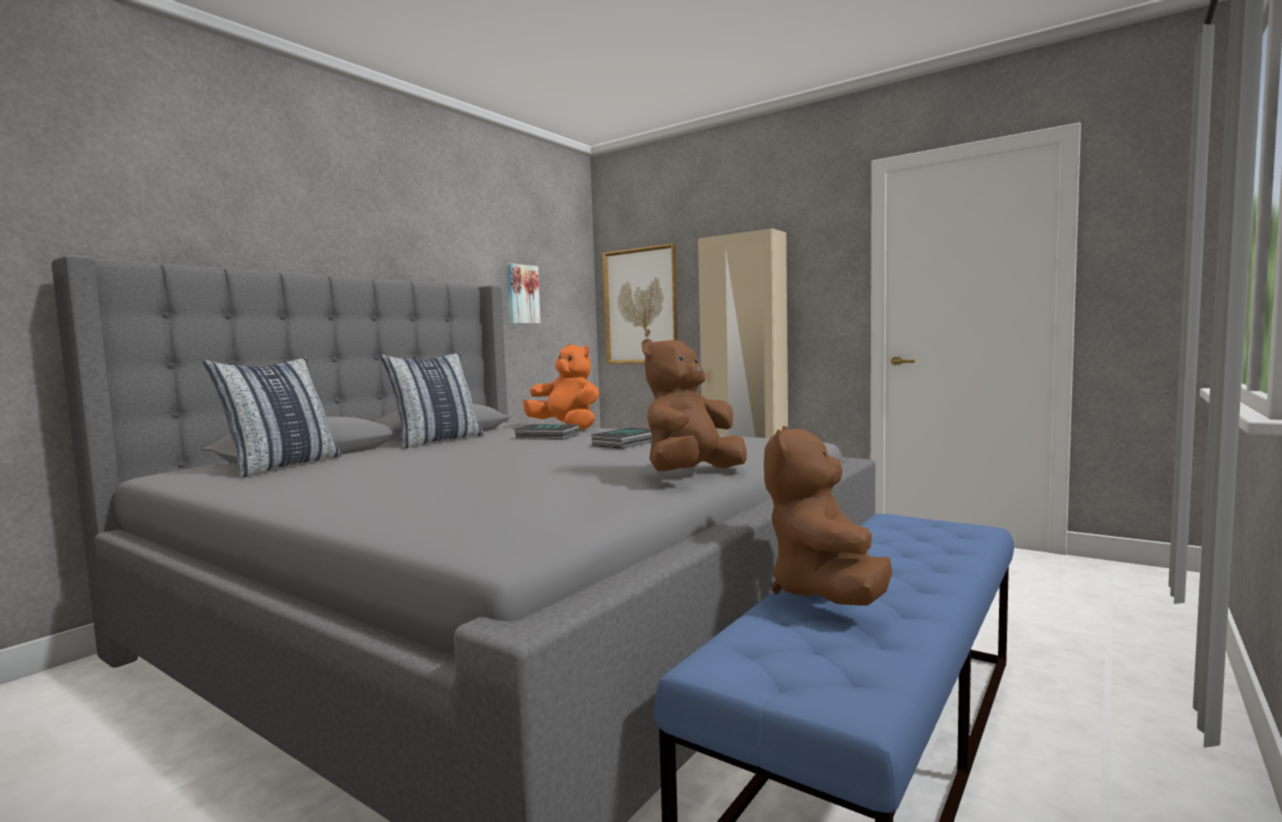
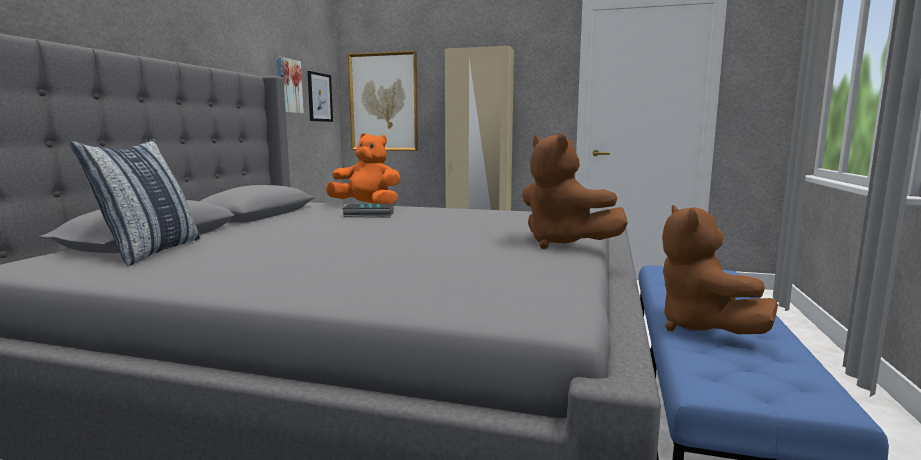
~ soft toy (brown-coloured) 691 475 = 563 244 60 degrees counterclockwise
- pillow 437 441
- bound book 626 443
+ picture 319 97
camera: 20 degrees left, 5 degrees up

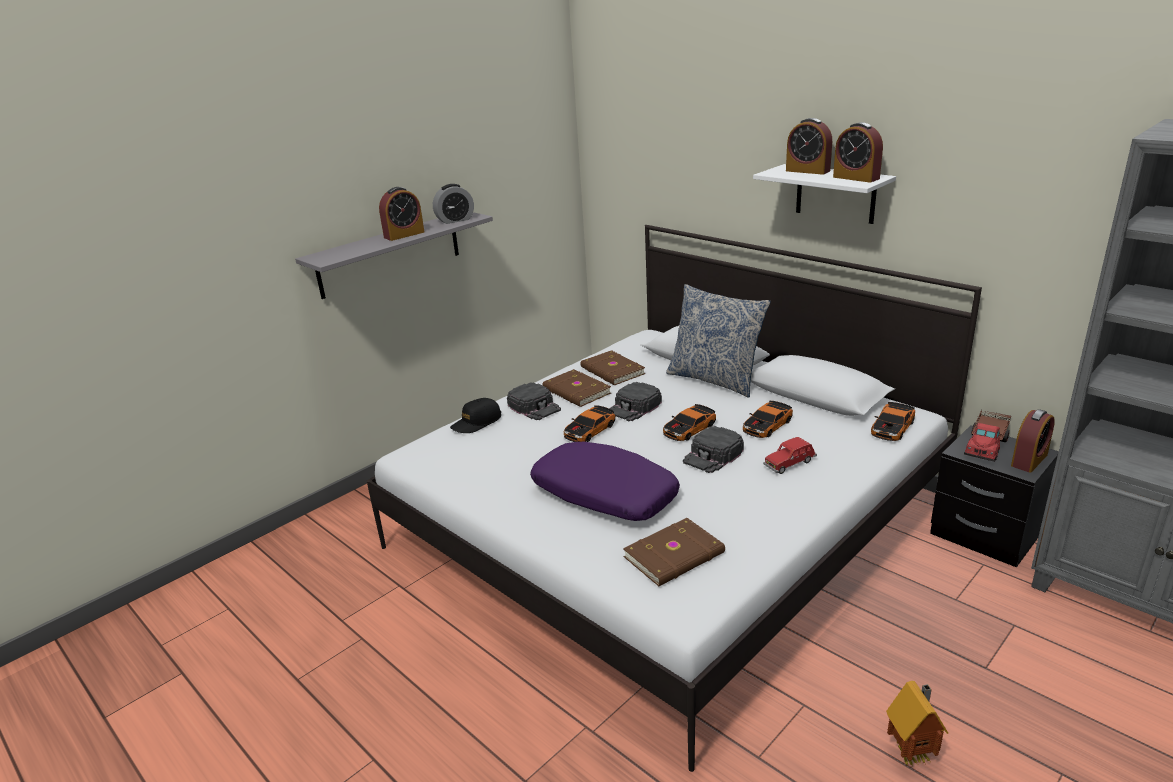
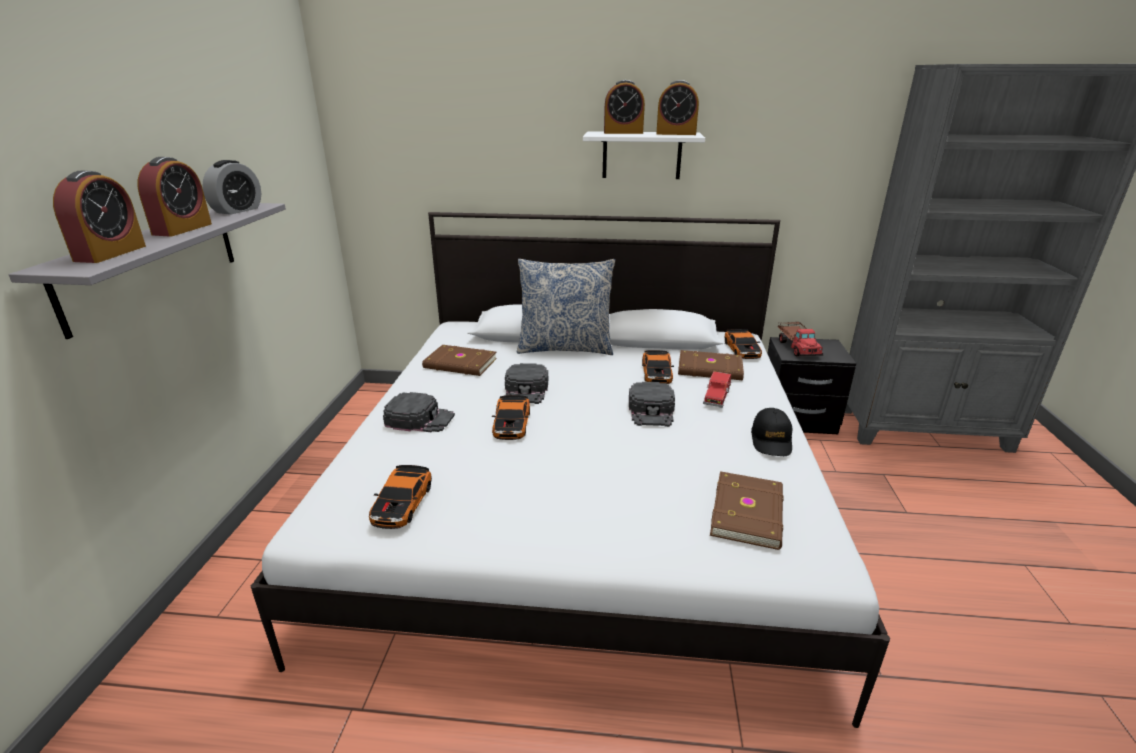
~ bound book (brown-coloured) 576 391 to 710 369
~ baseball cap (blackish) 476 422 to 771 440
~ model car 689 429 to 402 503
~ table clock 1029 460 to 110 253
- pillow (purple) 603 494
- miniature house 912 753
camera: 40 degrees left, 0 degrees up

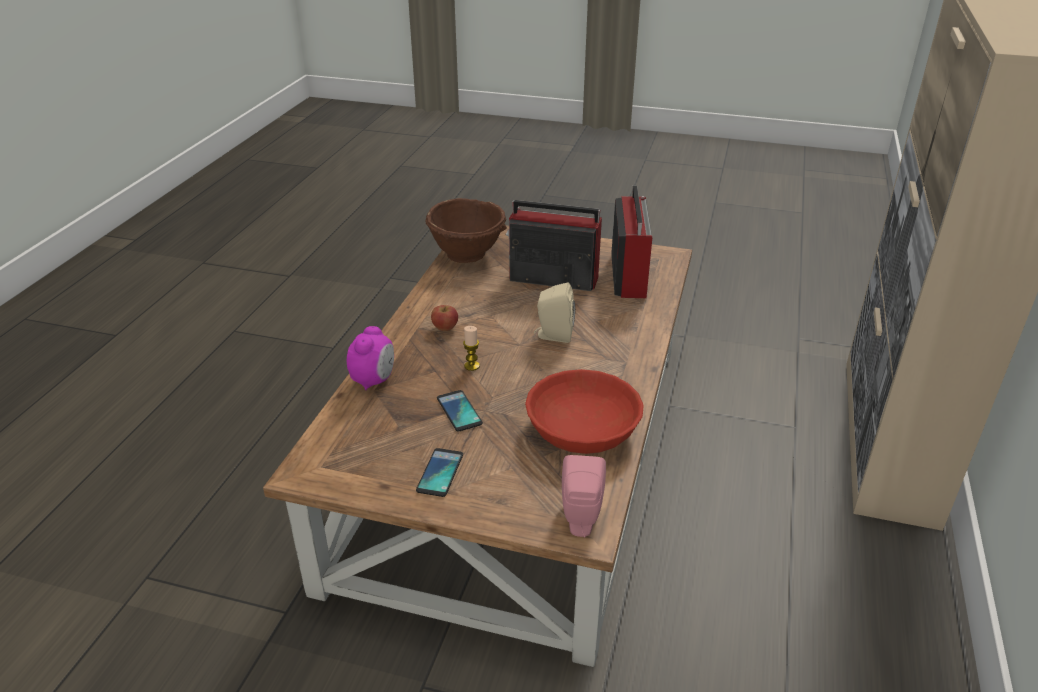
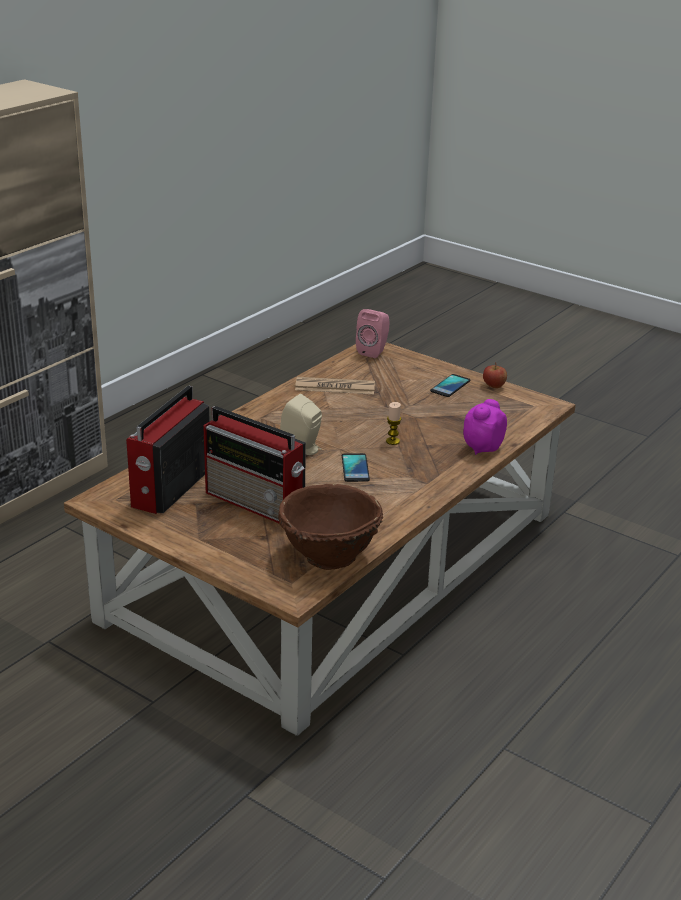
~ apple 445 328 to 494 386
~ deep dish (red) 583 429 to daily paper 335 387
~ handset 459 411 to 355 468
camera: 160 degrees left, 5 degrees down

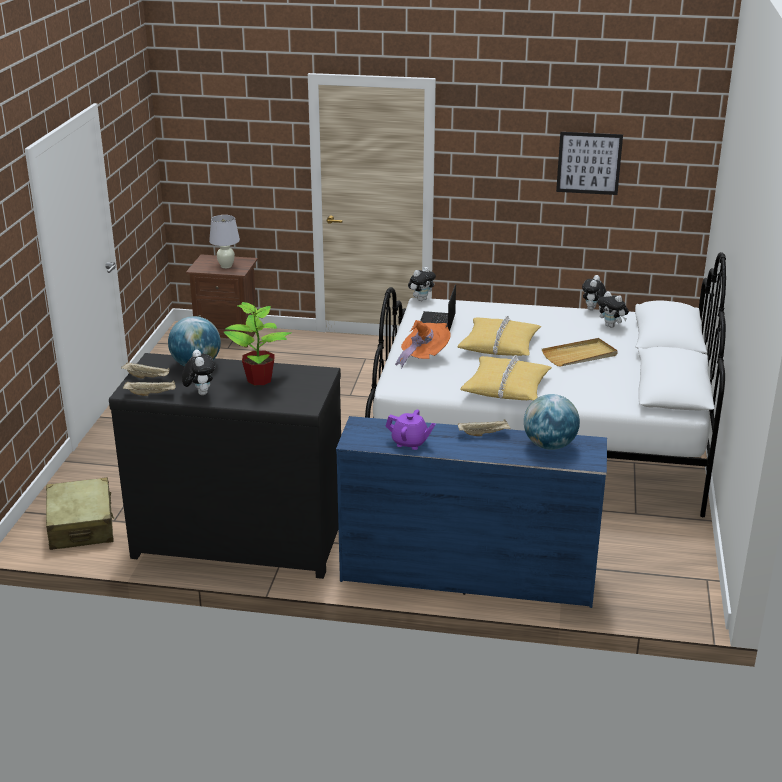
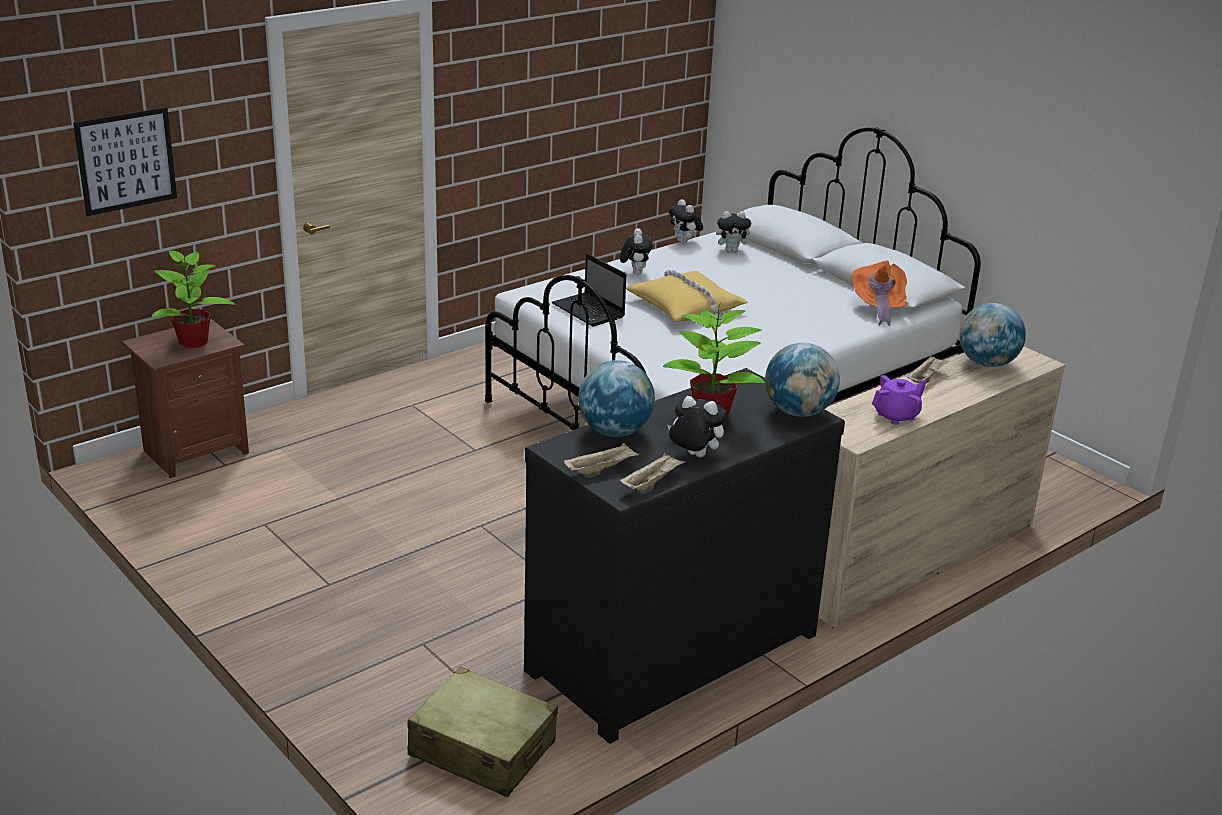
~ picture 589 163 to 126 161
~ lamp for a table (white) 226 266 to plant in a pot 193 342
~ soft toy 421 299 to 635 272
~ wearable hat (orange-coloured) 423 357 to 878 308
- carrying tray (sand-coloured) 580 355
- pillow (yellowish) 506 387
~ drawer chest (bluish) 466 575 to drawer chest (sand-coloured) 907 556
+ globe 798 412
camera: 50 degrees left, 0 degrees up

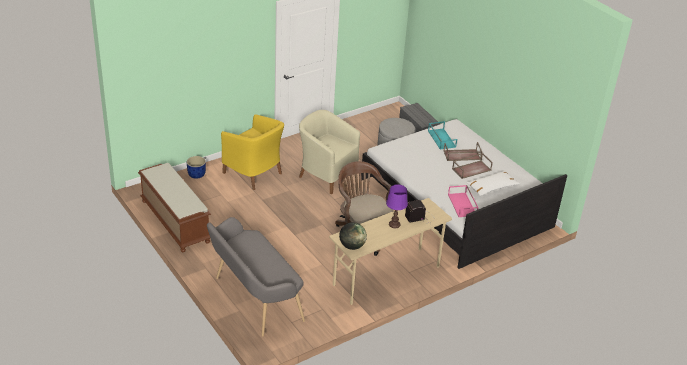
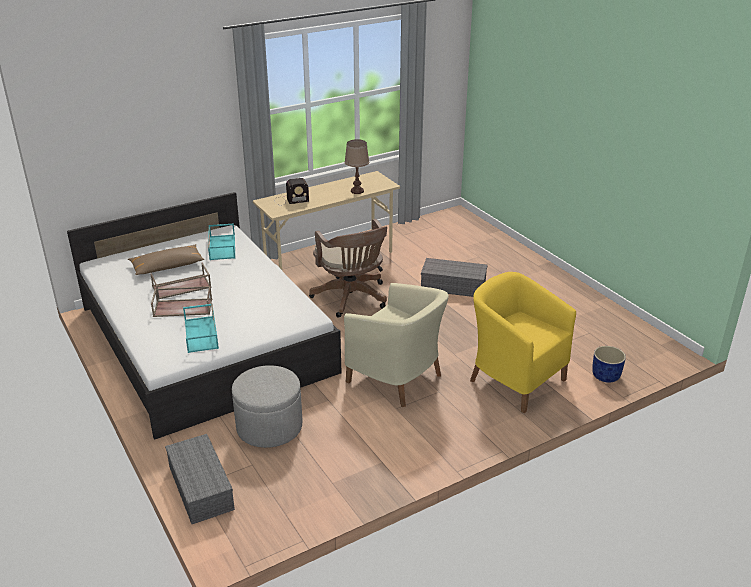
- long seat (brown-coloured) 174 221
~ pillow (white) 491 187 to pillow (brown-coloured) 167 266
- lamp for a table (purple) 394 224
~ carrying tray (pinkish) 462 205 to carrying tray (turquoise) 221 247
- long seat (gray) 254 300
- globe 352 246
+ lamp for a table (brown-coloured) 357 191
+ storage bin (gray) 454 286
camera: 175 degrees left, 5 degrees down

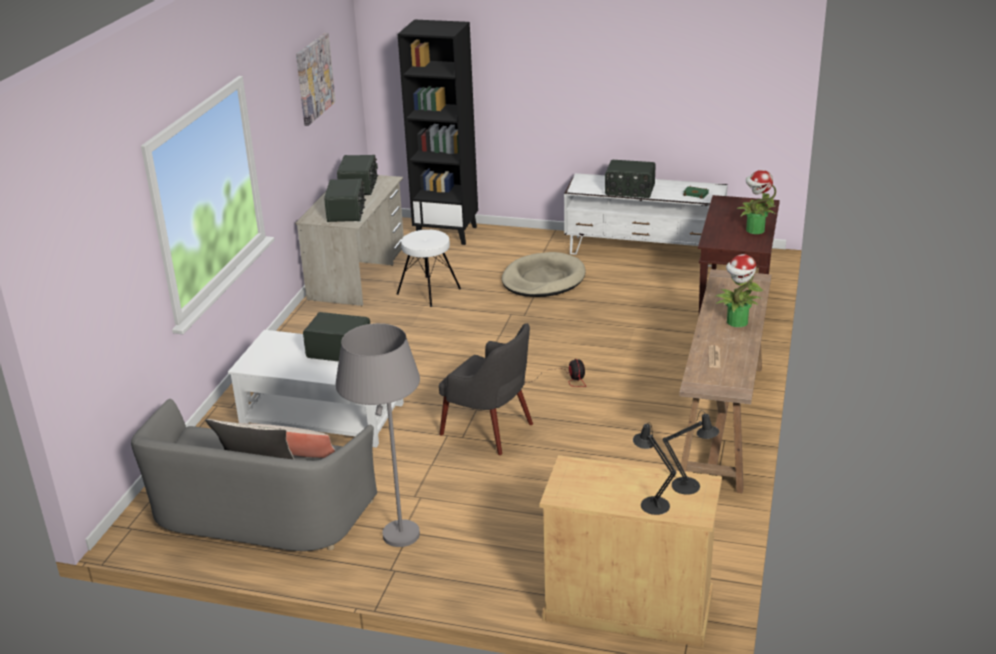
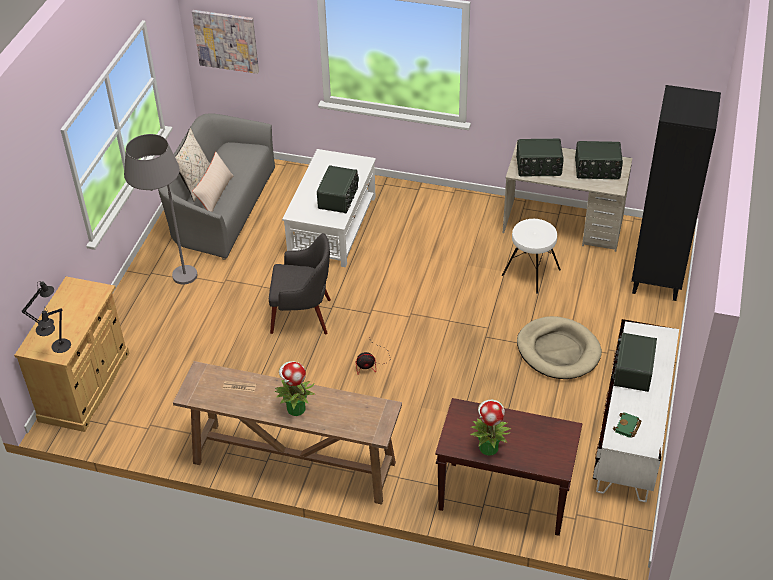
~ picture 314 78 to 226 41
~ easy chair (gray) 488 429 = 302 316 120 degrees counterclockwise
camera: 90 degrees right, 15 degrees up

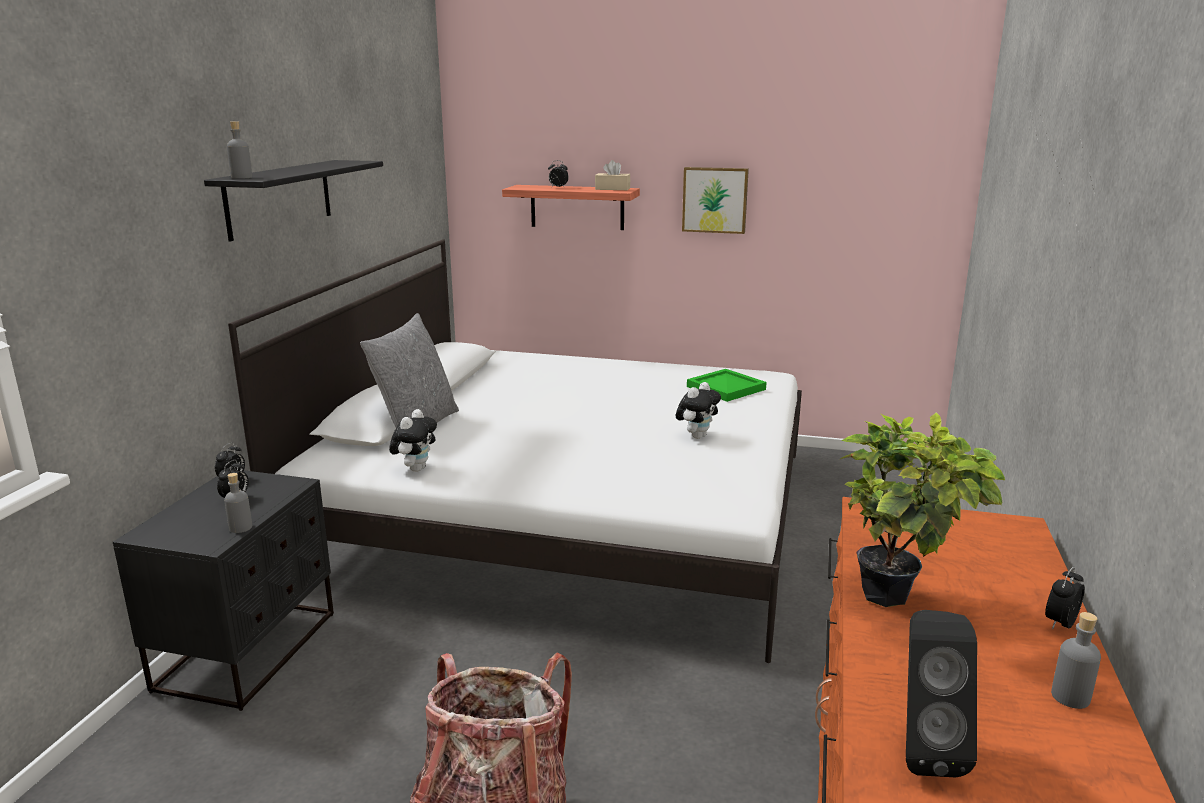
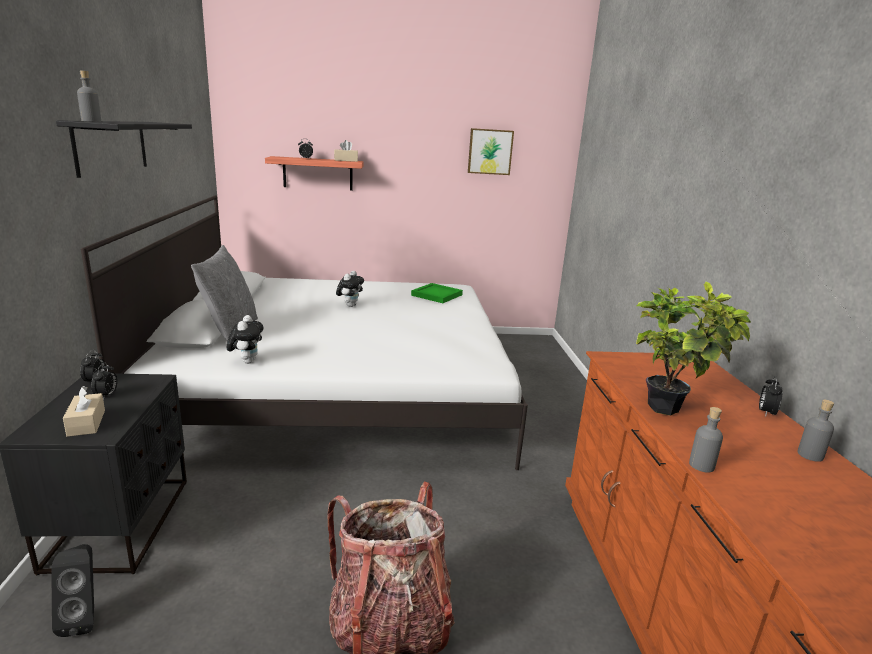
~ picture 715 200 to 490 151
~ soft toy 697 436 to 350 305
~ beverage bottle (gray) 240 527 to 701 465
~ speaker (blackish) 923 749 to 84 617
+ tissue holder (sand-coloured) 86 423
camera: 20 degrees left, 0 degrees up

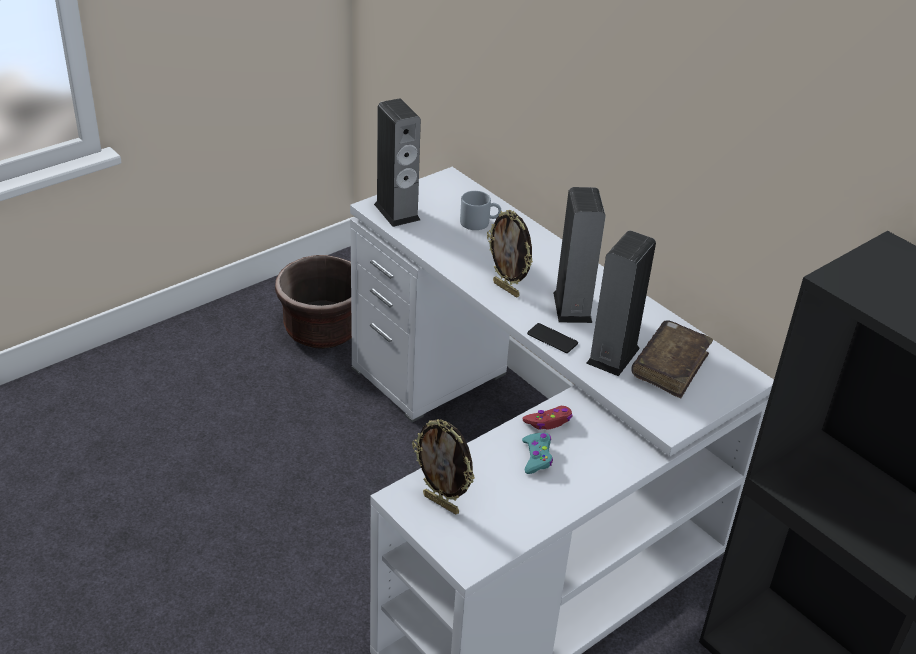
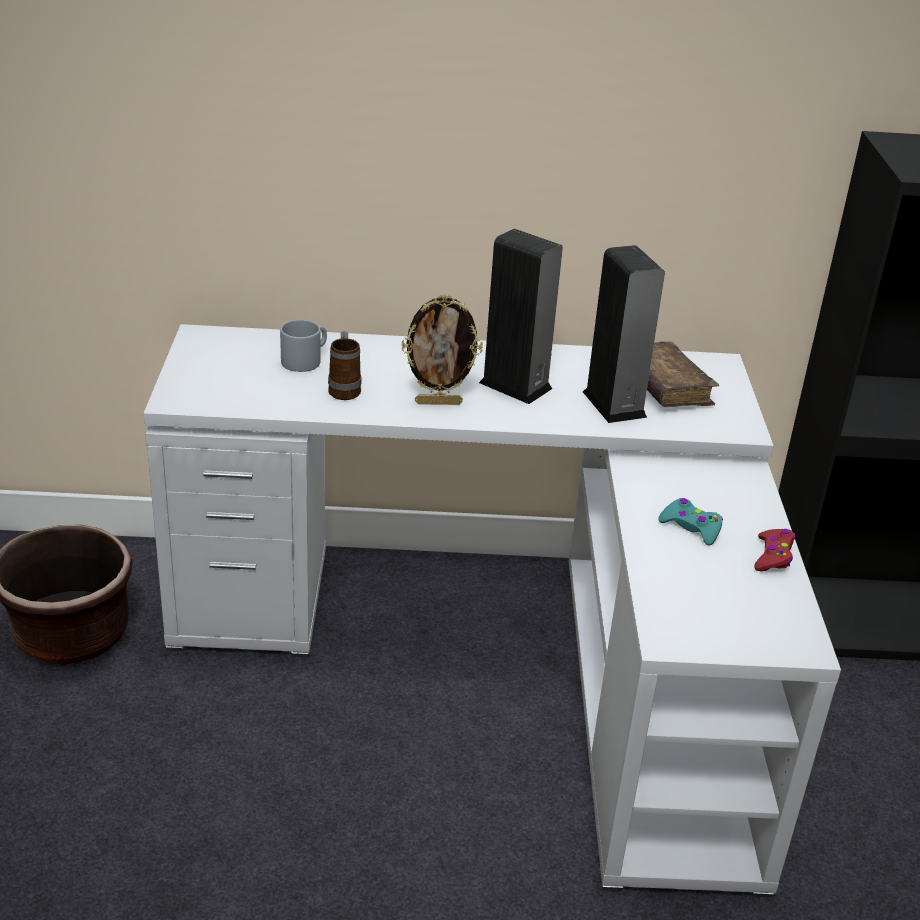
- speaker 397 212
- handset 552 338
~ game controller (red) 548 422 to 773 556
- standing frame 442 503
+ tea mug 344 389
camera: 50 degrees left, 5 degrees down

